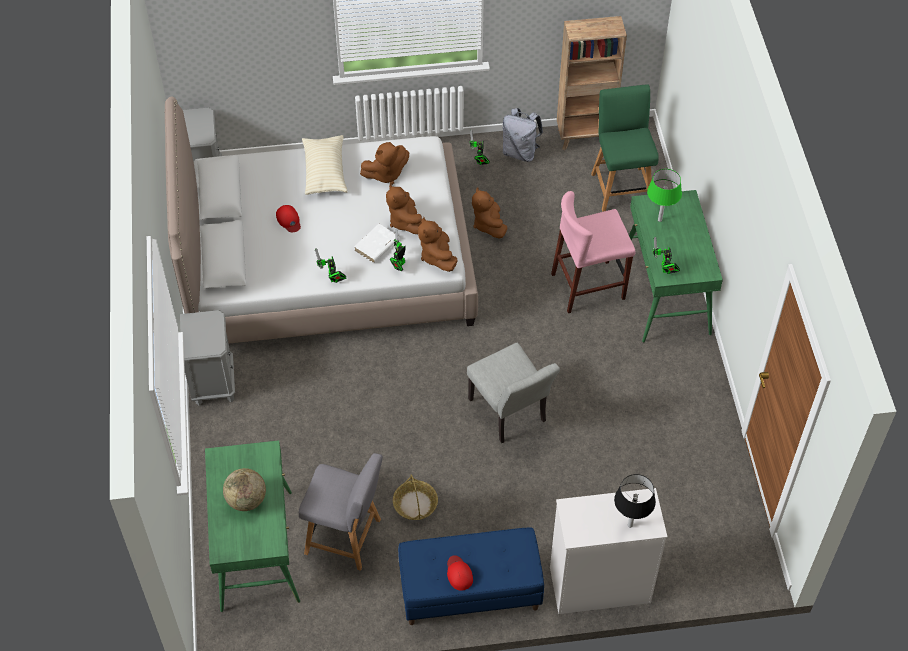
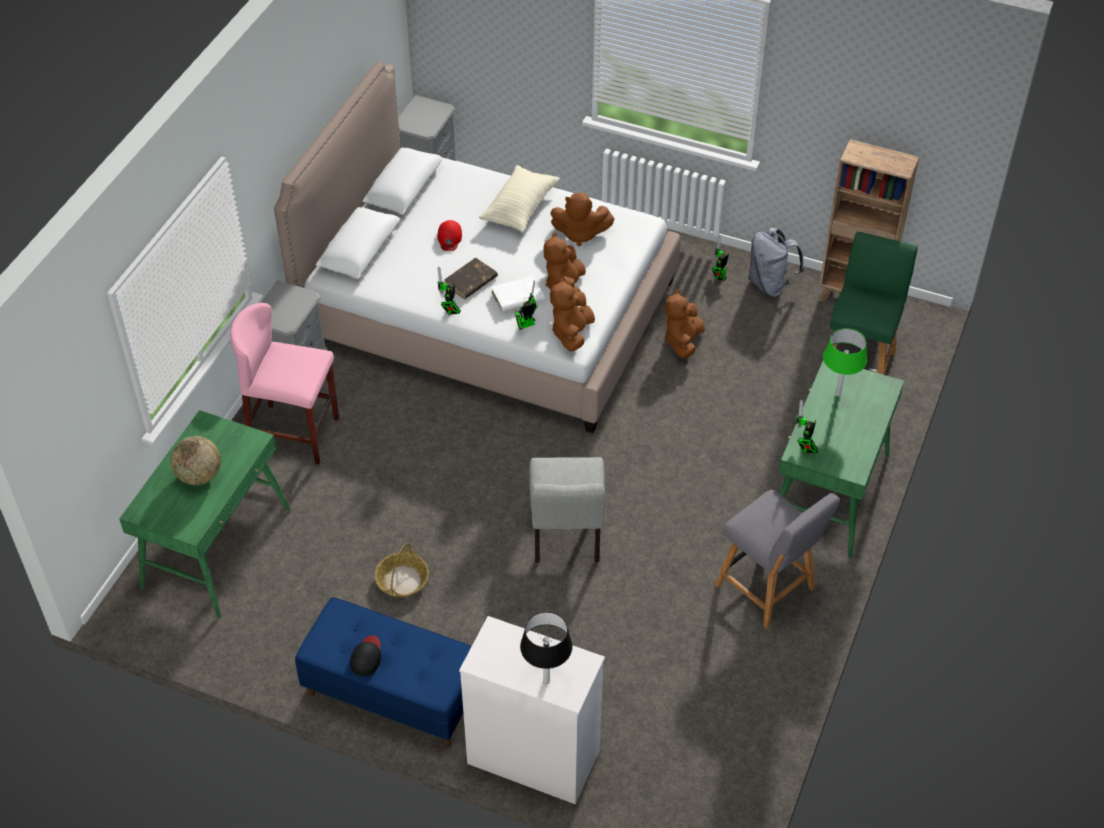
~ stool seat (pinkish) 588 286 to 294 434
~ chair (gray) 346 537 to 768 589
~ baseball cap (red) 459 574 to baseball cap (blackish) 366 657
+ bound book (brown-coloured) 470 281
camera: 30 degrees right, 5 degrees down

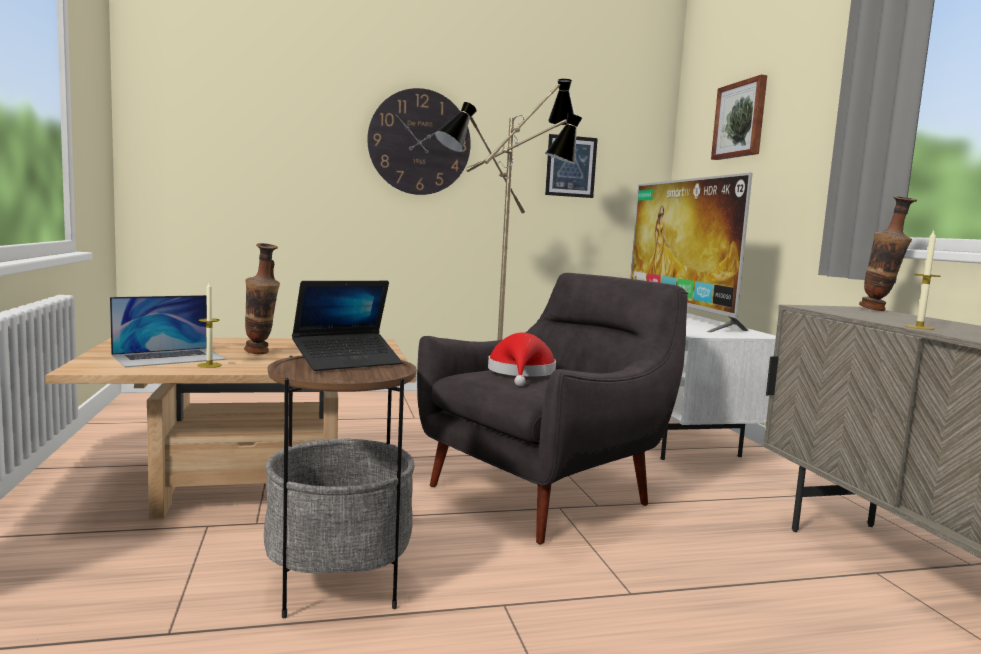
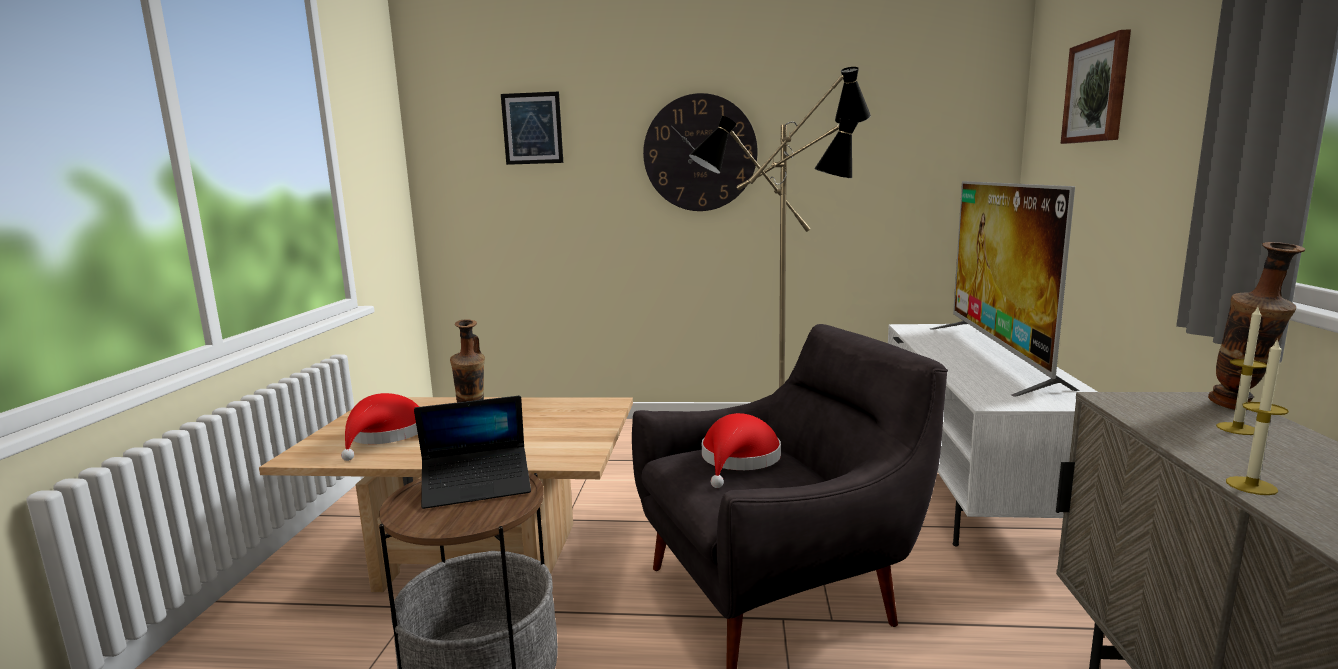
~ picture 571 166 to 532 128
~ wax candle 209 365 to 1237 428
~ laptop 169 357 to wearable hat (red) 385 436
camera: 20 degrees right, 5 degrees up

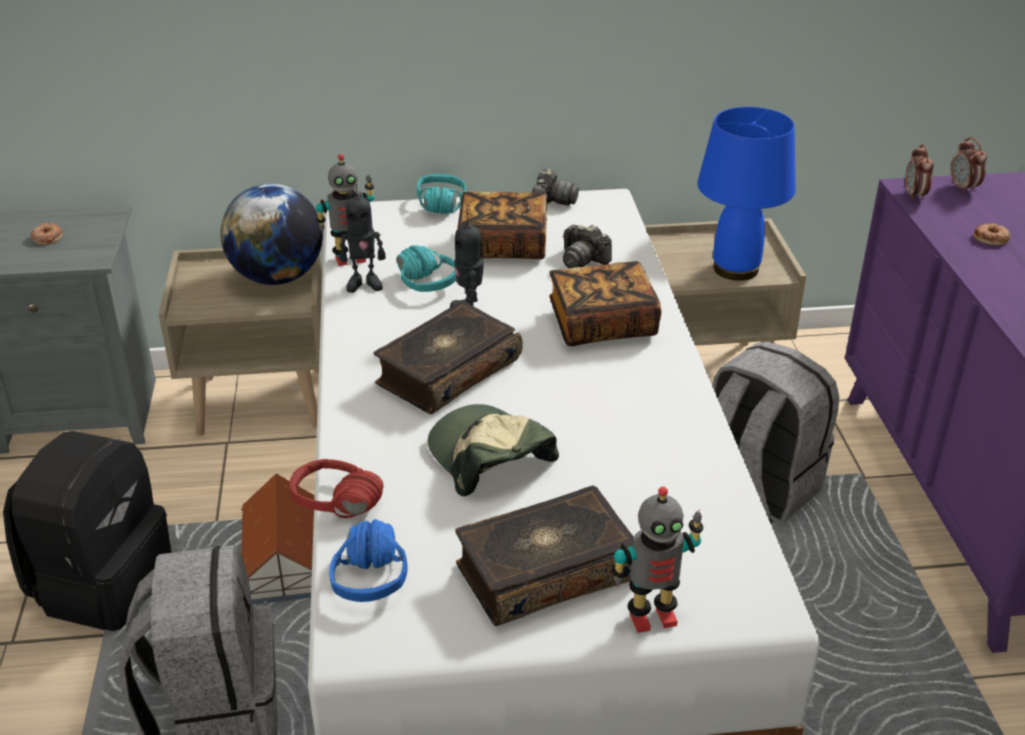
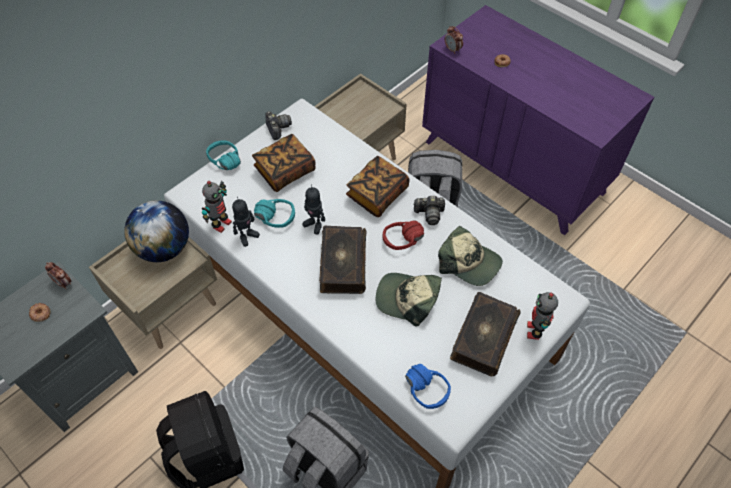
- lamp for a table (bluish) 736 269
~ table clock 963 188 to 64 283
~ still camera 582 260 to 429 214
~ headset (red) 331 511 to 405 244
- miniature house 285 562
~ model robot 651 616 = 535 331 150 degrees clockwise
+ baseball cap 469 263
camera: 40 degrees left, 20 degrees up

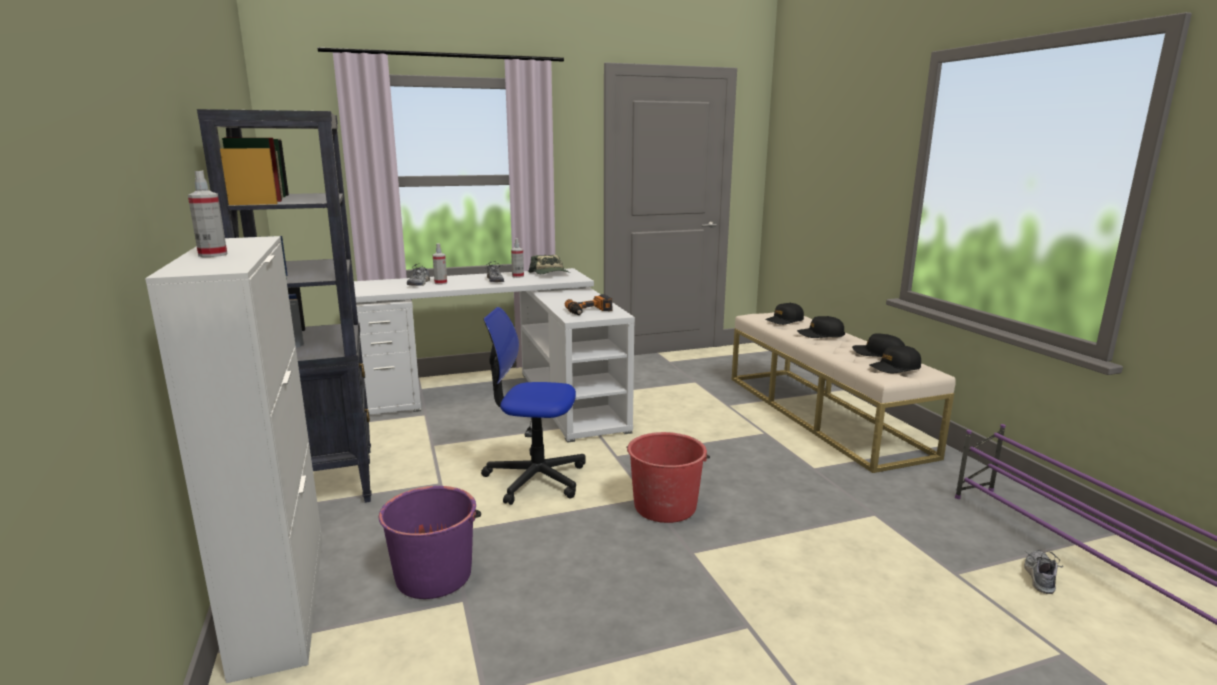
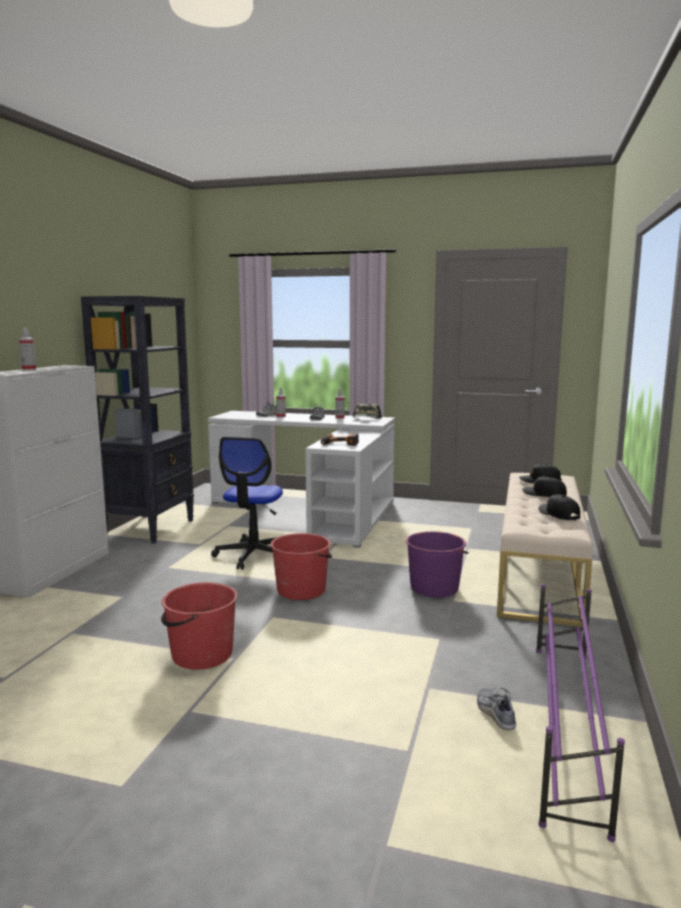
~ desk chair 535 478 = 253 555 120 degrees counterclockwise
- baseball cap (blackish) 895 368
~ pail (purple) 434 575 to 434 587
~ item of footwear 1040 576 = 495 714 75 degrees counterclockwise
+ pail (red) 201 655
camera: 35 degrees right, 5 degrees down

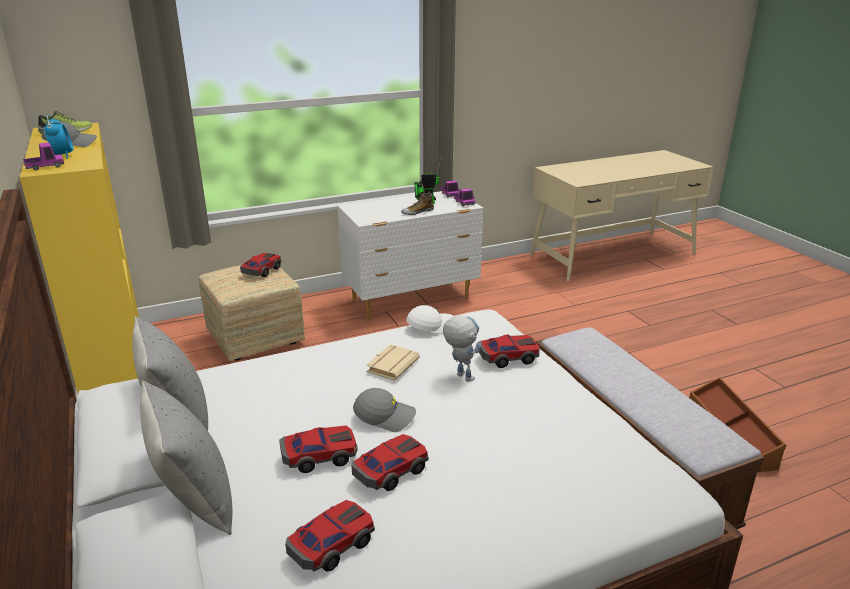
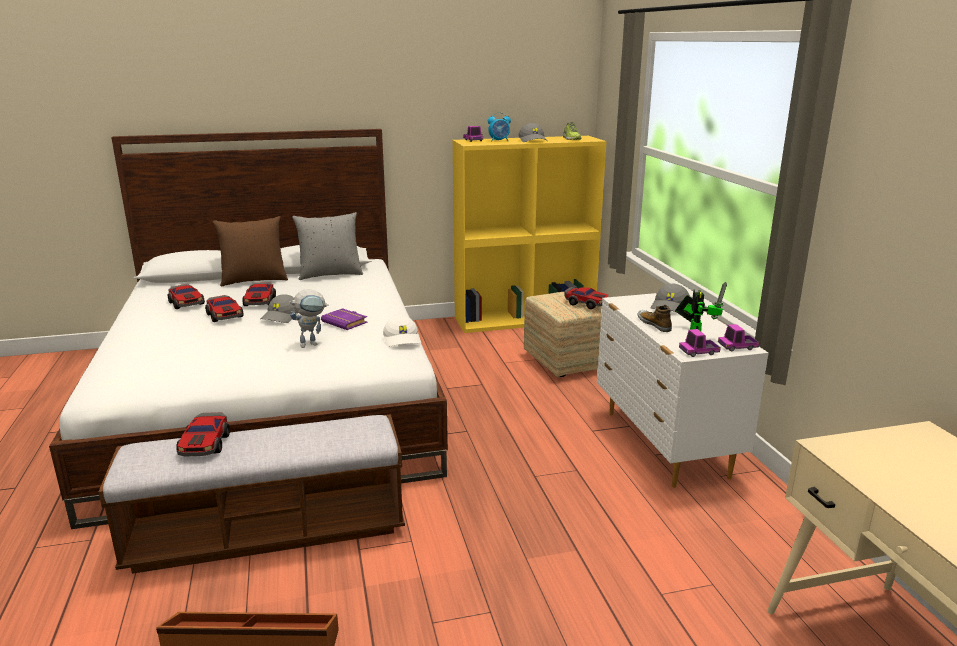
~ model car 508 357 to 205 444
~ bound book (sand-coloured) 392 365 to bound book (purple) 346 322
~ pillow (gray) 195 502 to pillow (brown-coloured) 254 280
+ baseball cap (gray) 671 307
camera: 100 degrees right, 5 degrees down

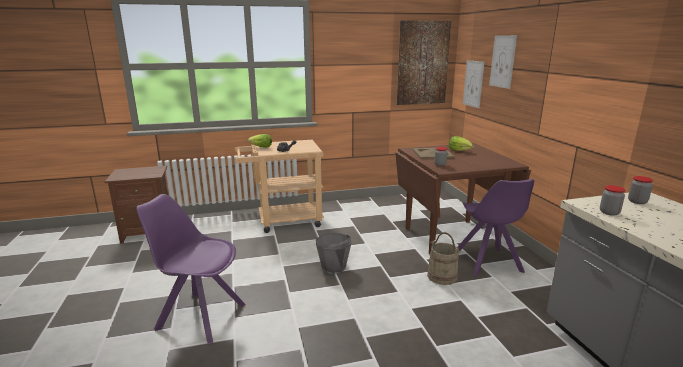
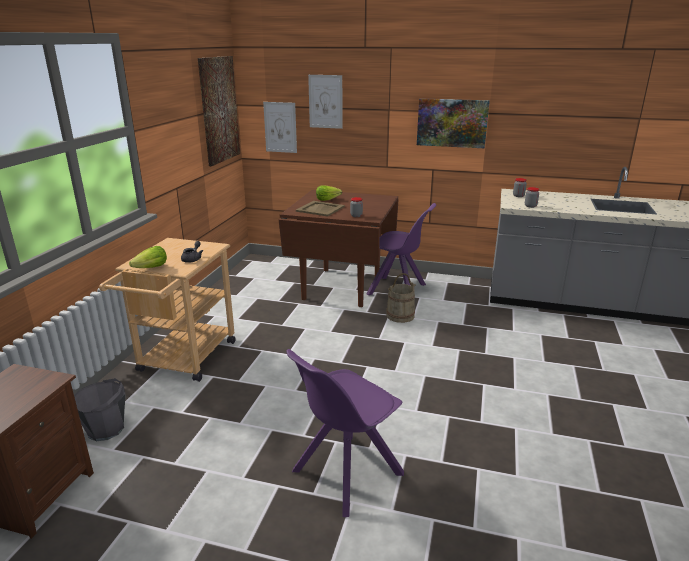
~ pail (gray) 333 267 to 106 429
+ picture 452 123
camera: 60 degrees left, 5 degrees up

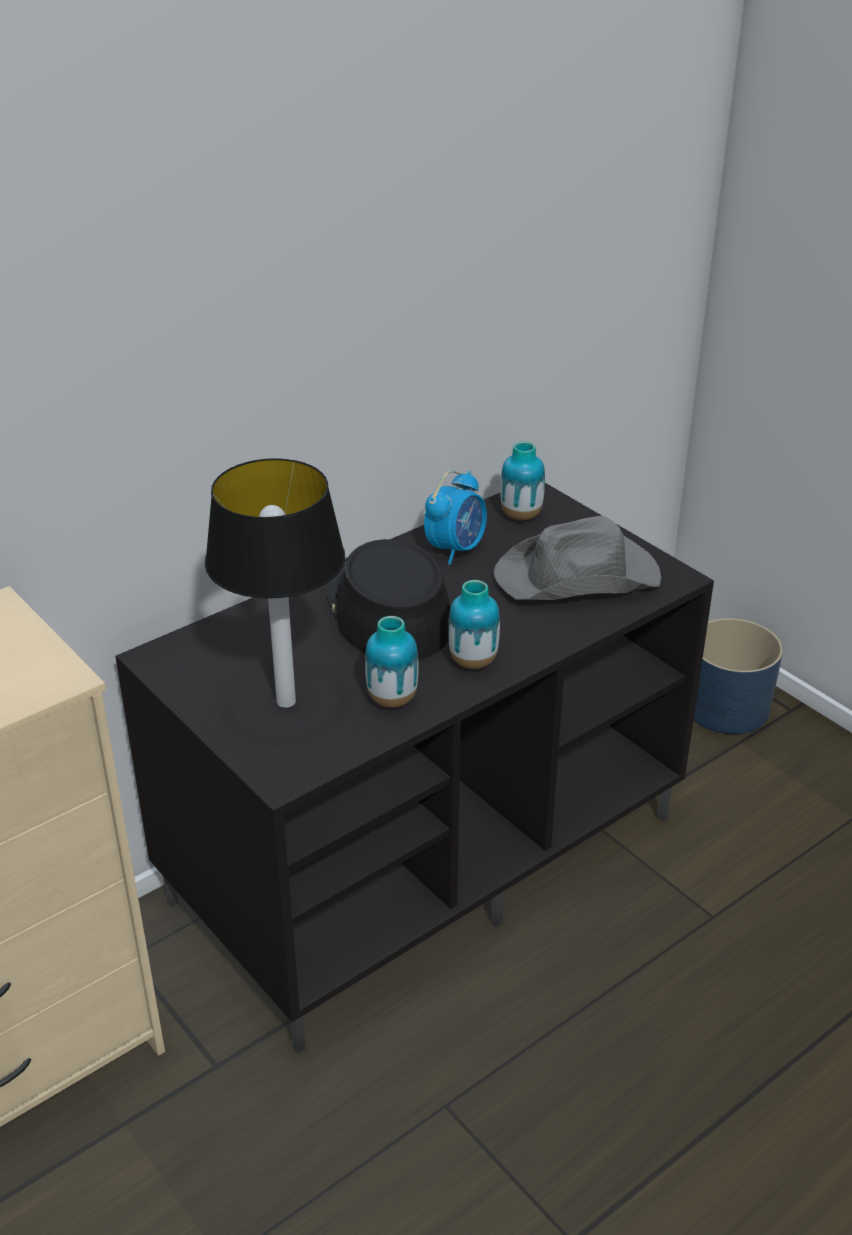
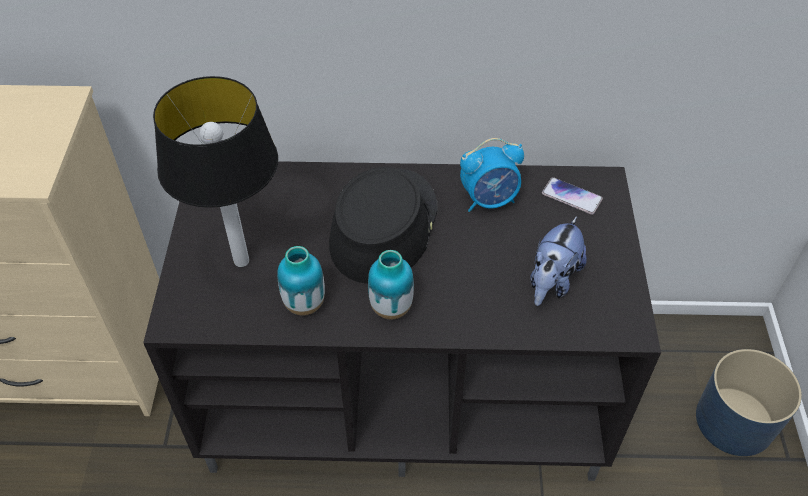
~ flower vase 521 515 to handset 571 197
~ wearable hat (gray) 579 577 to soft toy 552 281
camera: 40 degrees right, 15 degrees up

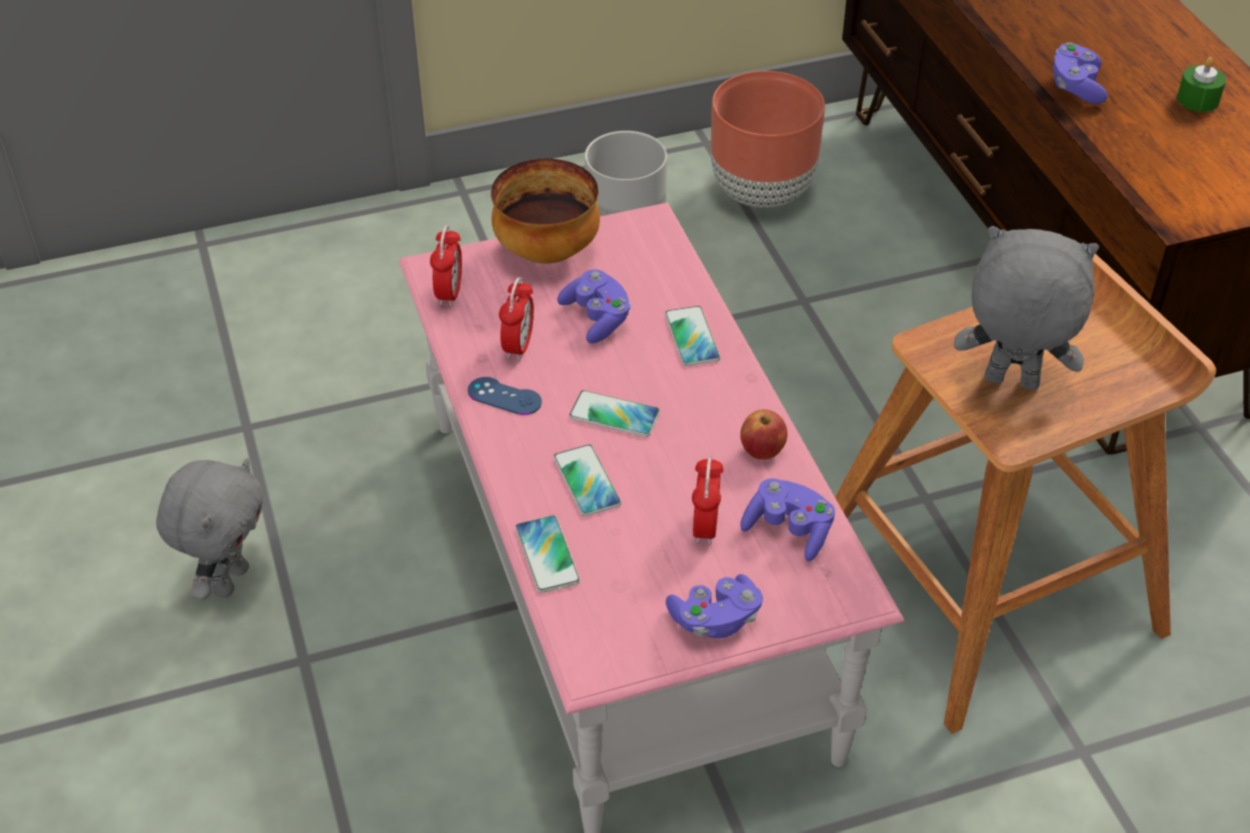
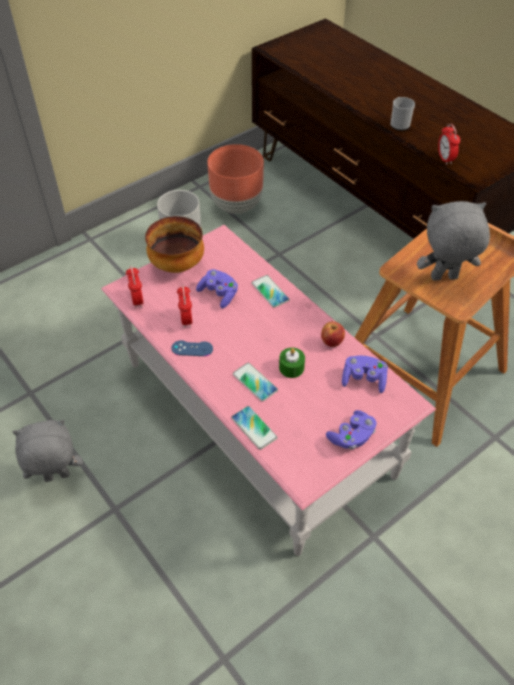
~ game controller (purple) 1076 87 to tea mug 399 123
~ wax candle (green-coloured) 1197 99 to 291 367
- handset 614 415
~ table clock 705 527 to 445 159
~ soft toy (gray) 229 580 = 57 478 105 degrees counterclockwise
camera: 20 degrees left, 5 degrees up

